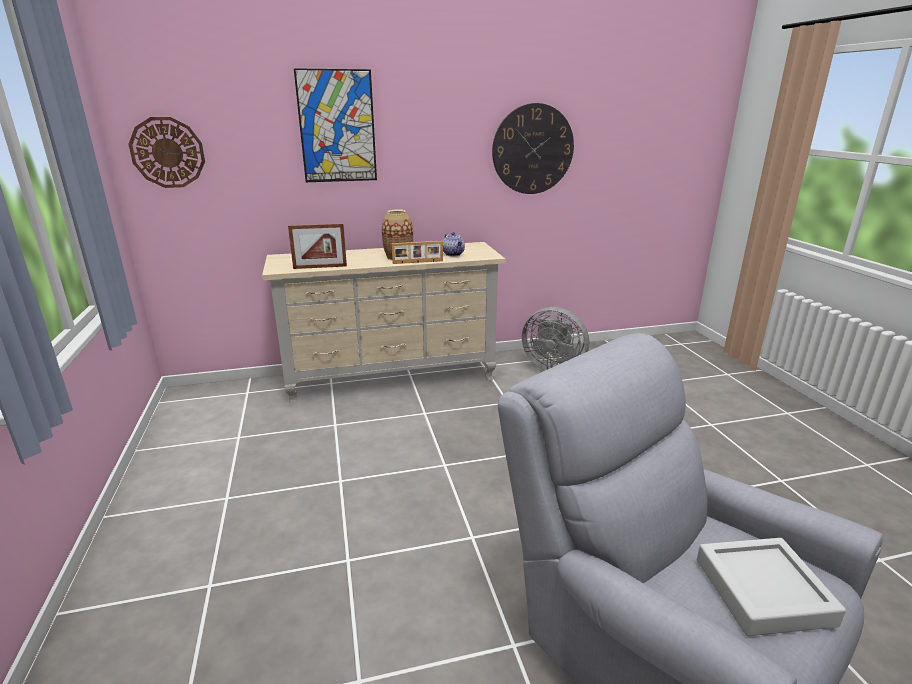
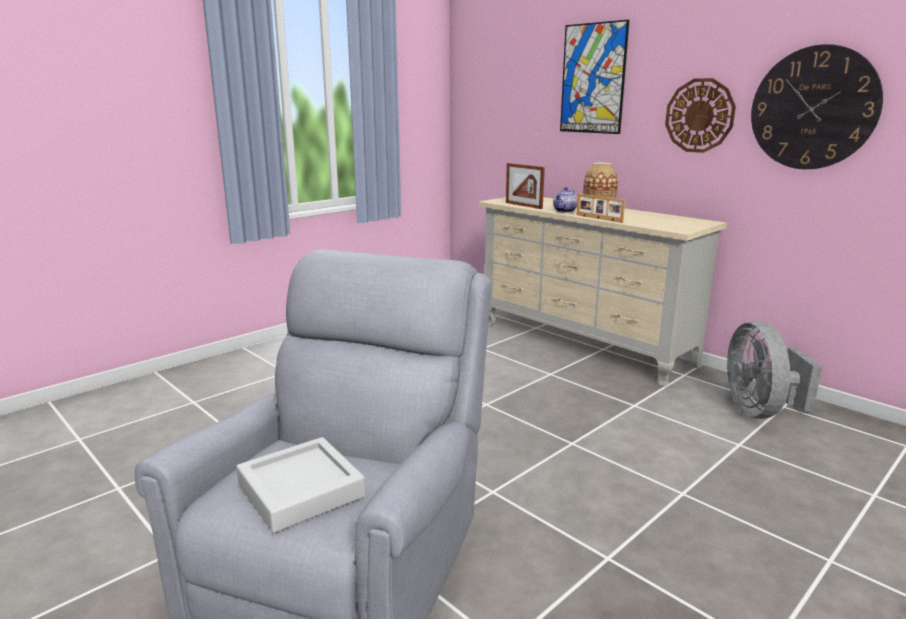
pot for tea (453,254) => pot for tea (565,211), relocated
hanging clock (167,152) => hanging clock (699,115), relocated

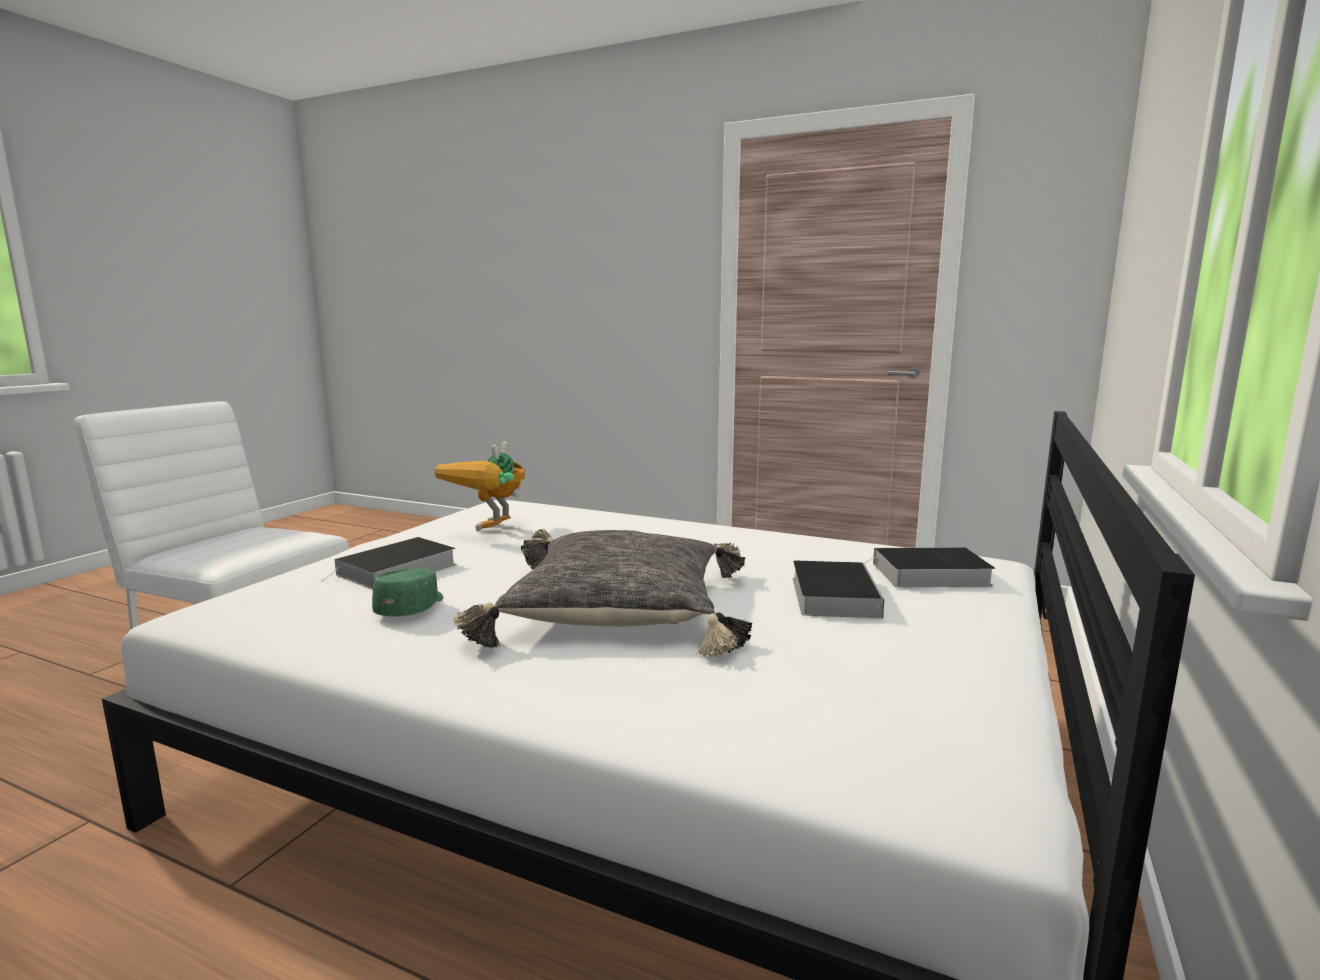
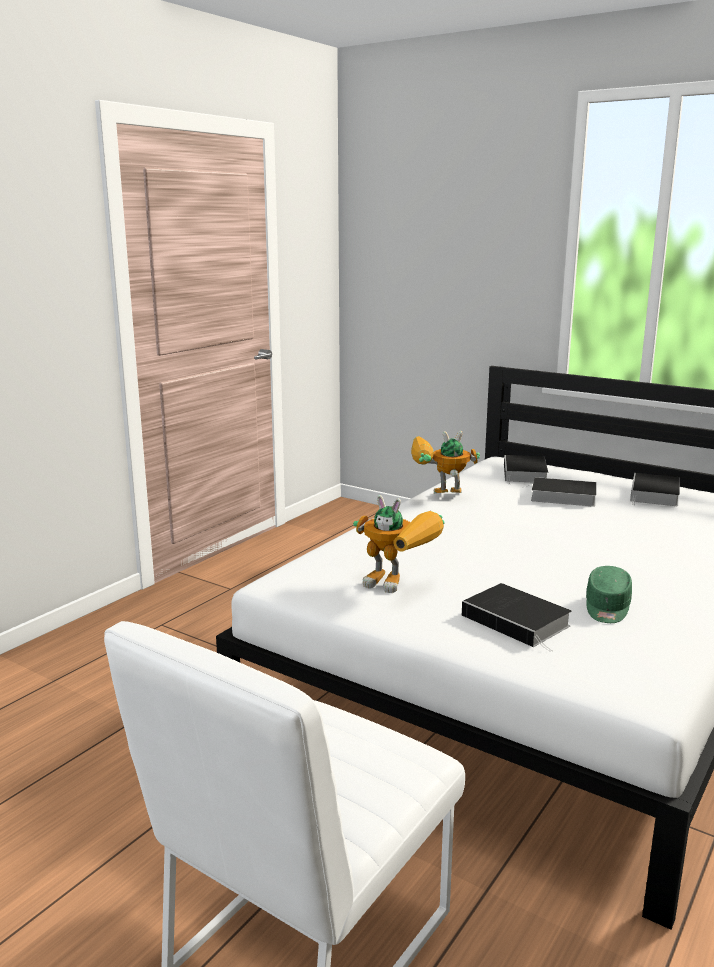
nothing => robot figure (437,497)
cap (green) (412,607) => cap (green) (607,608), 90 degrees counterclockwise
nothing => book (655,495)
pillow (617,606) => nothing

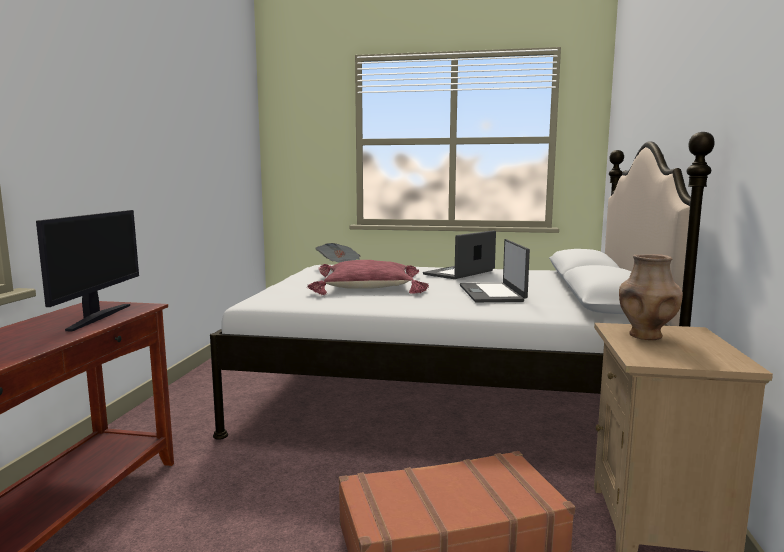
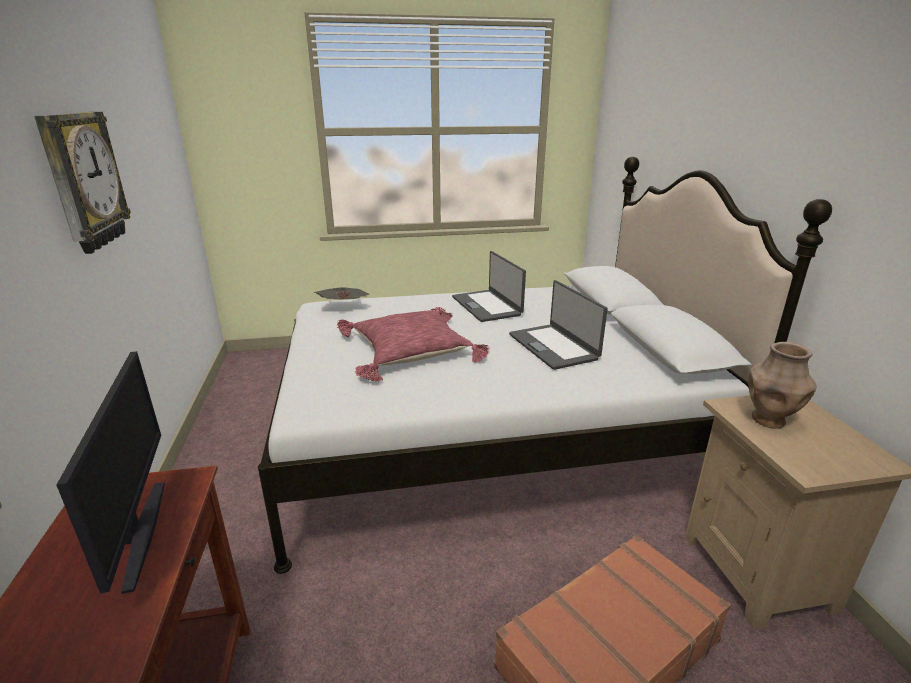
nothing => hanging clock (83,181)
laptop (460,273) => laptop (487,306), 45 degrees counterclockwise

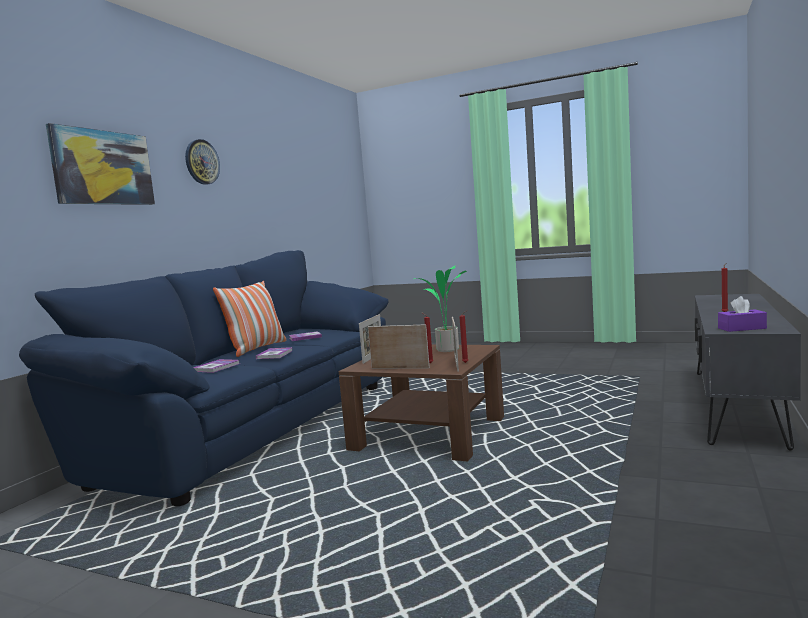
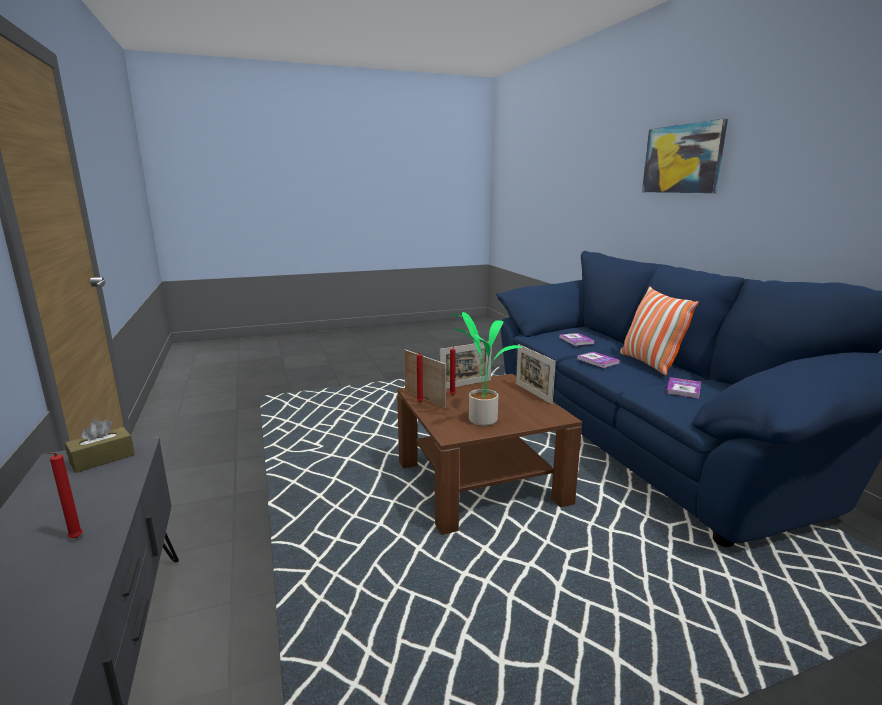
box of tissues (purplish) (742,328) => box of tissues (brown-coloured) (102,459)
hanging clock (201,162) => nothing

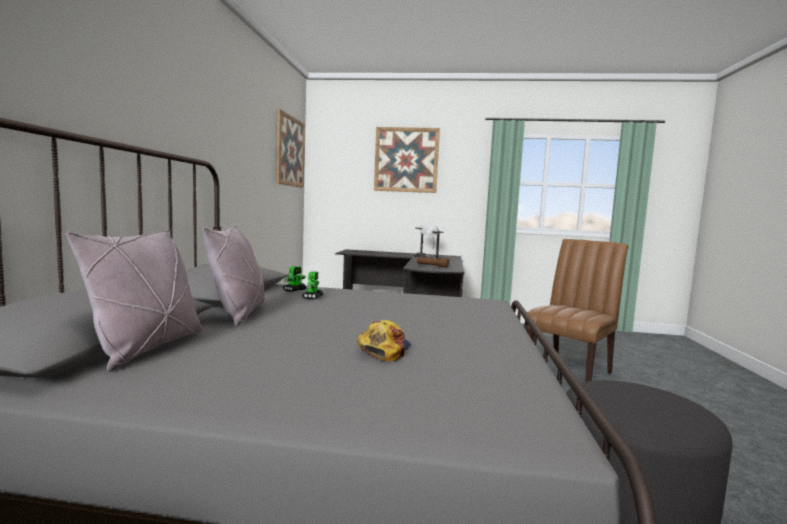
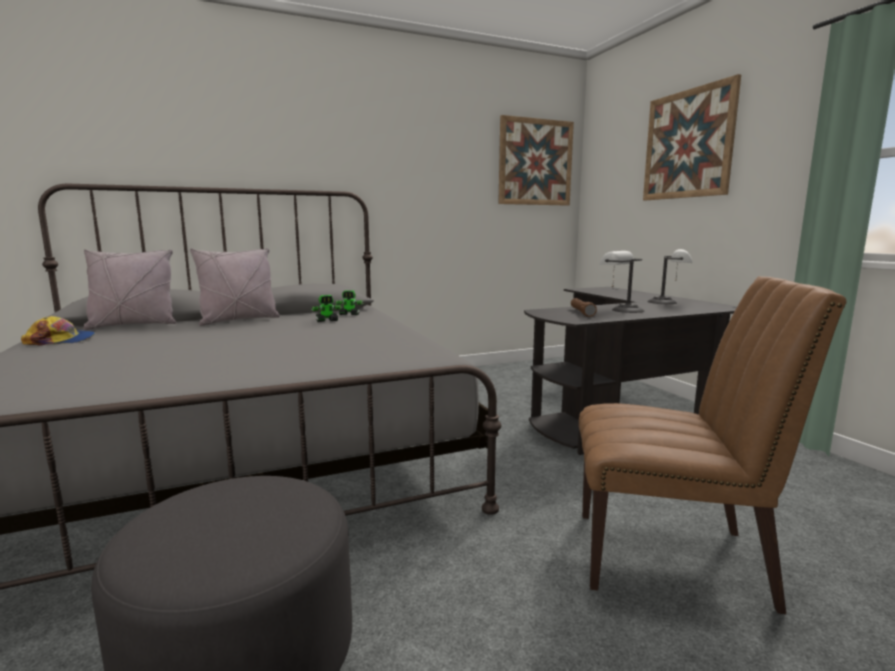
cap (383,349) => cap (61,340), relocated

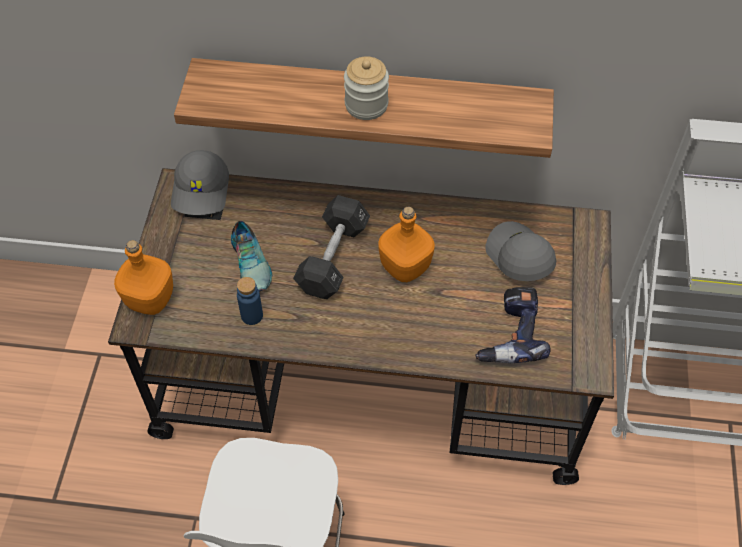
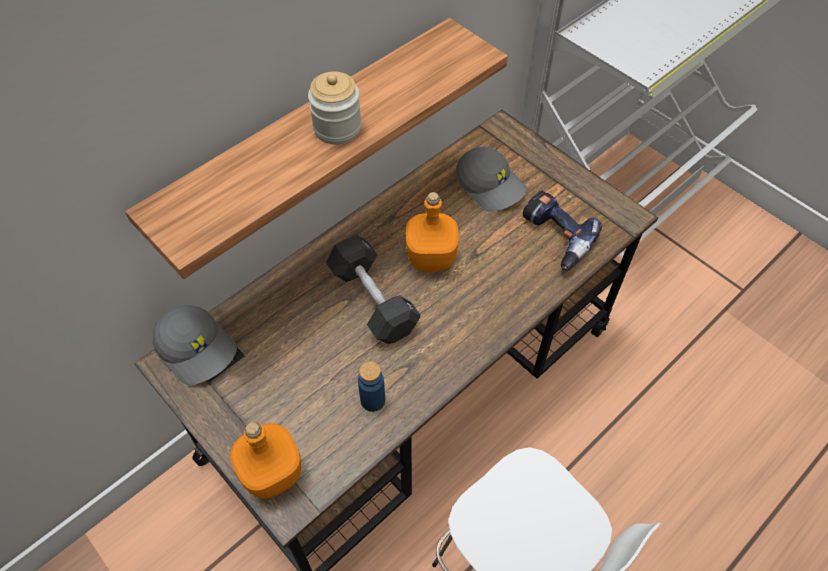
cap (grey) (518,257) => cap (grey) (491,185), 150 degrees counterclockwise
item of footwear (252,262) => nothing

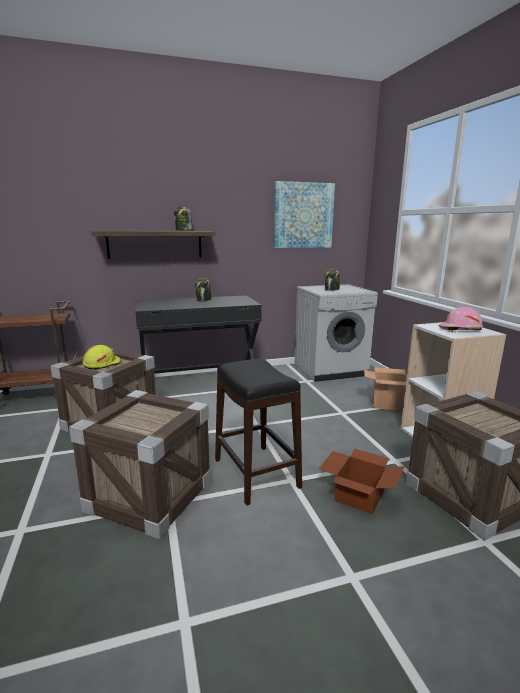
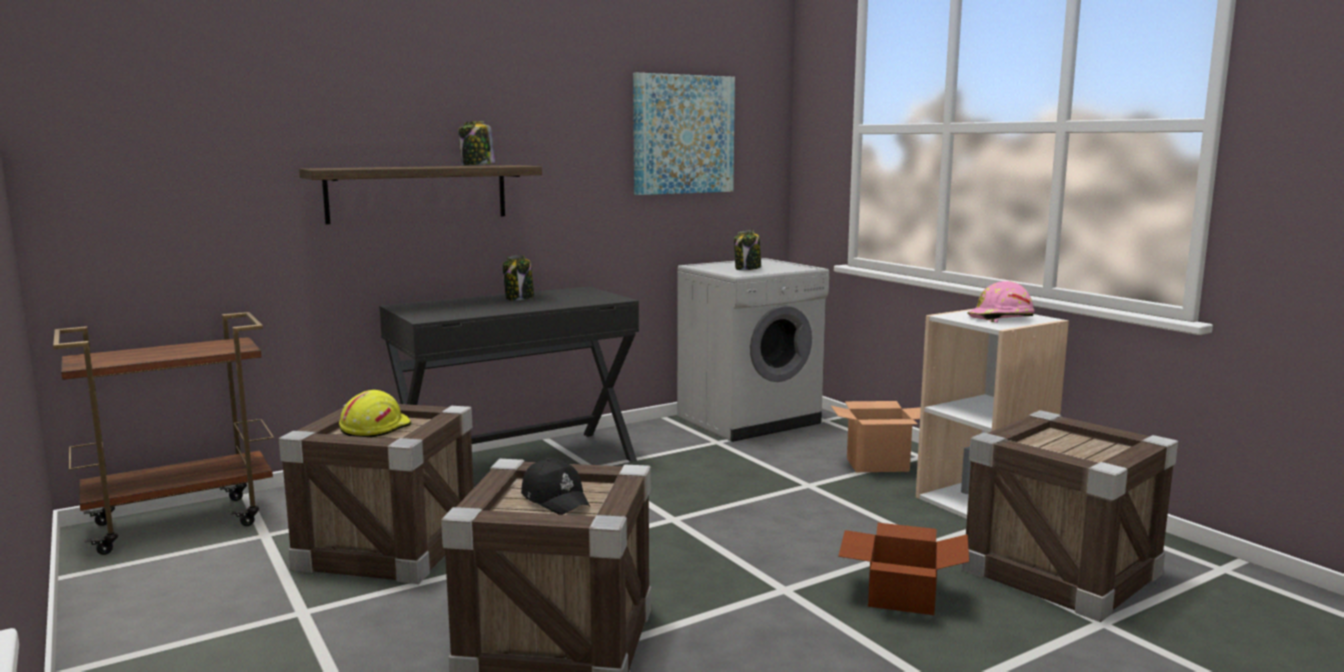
nothing => cap (black) (556,499)
stool seat (black) (256,472) => nothing

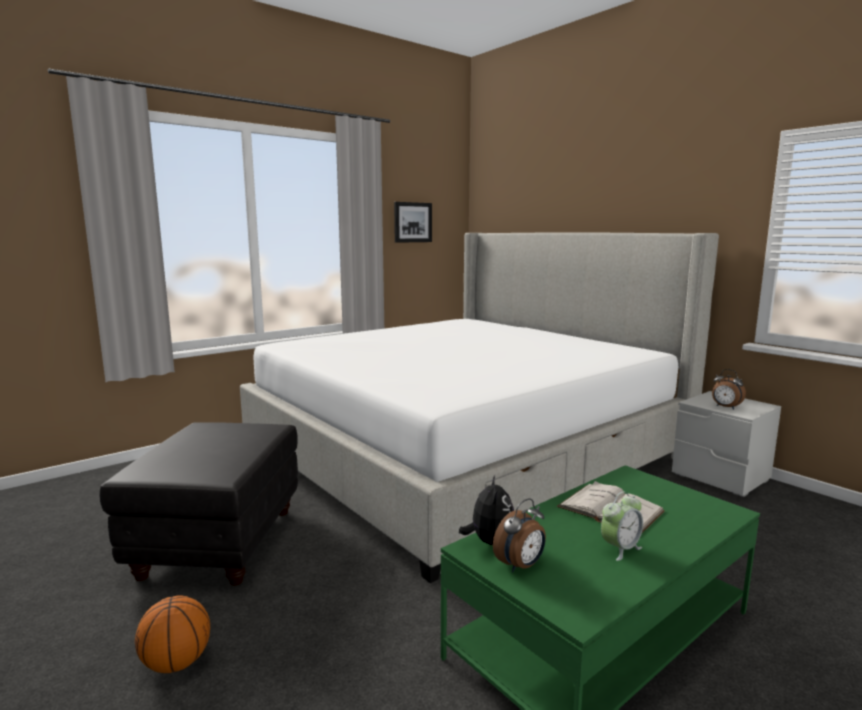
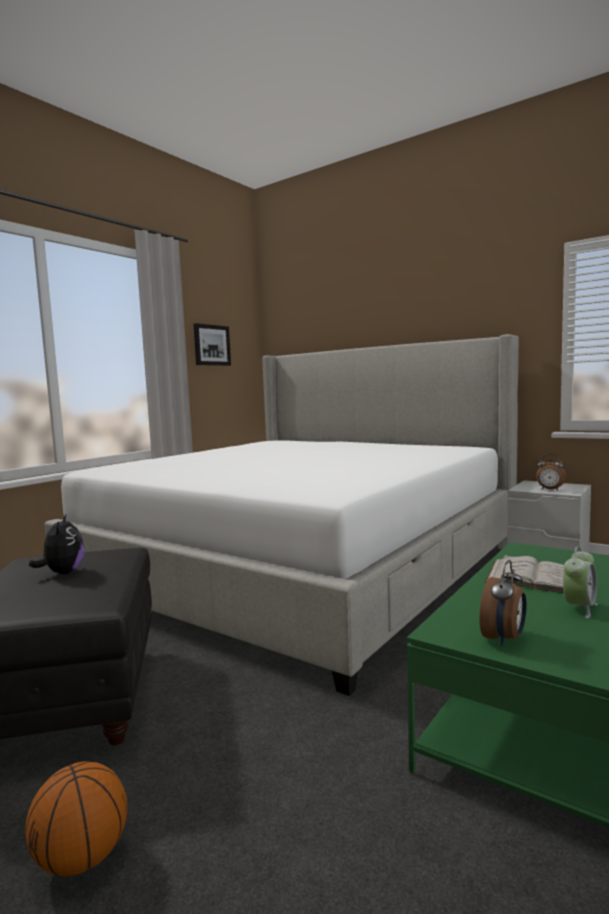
plush toy (489,541) => plush toy (63,573), relocated

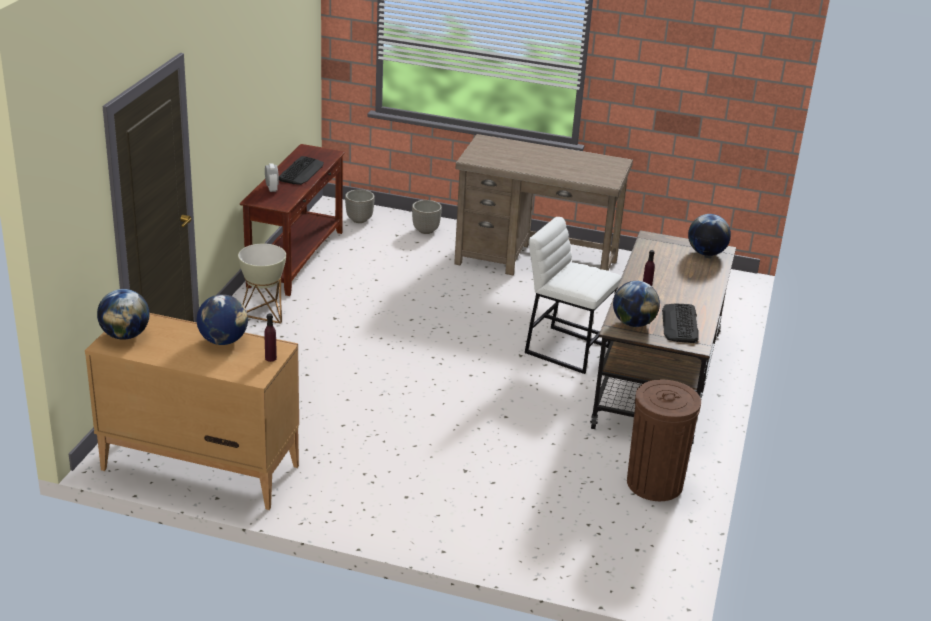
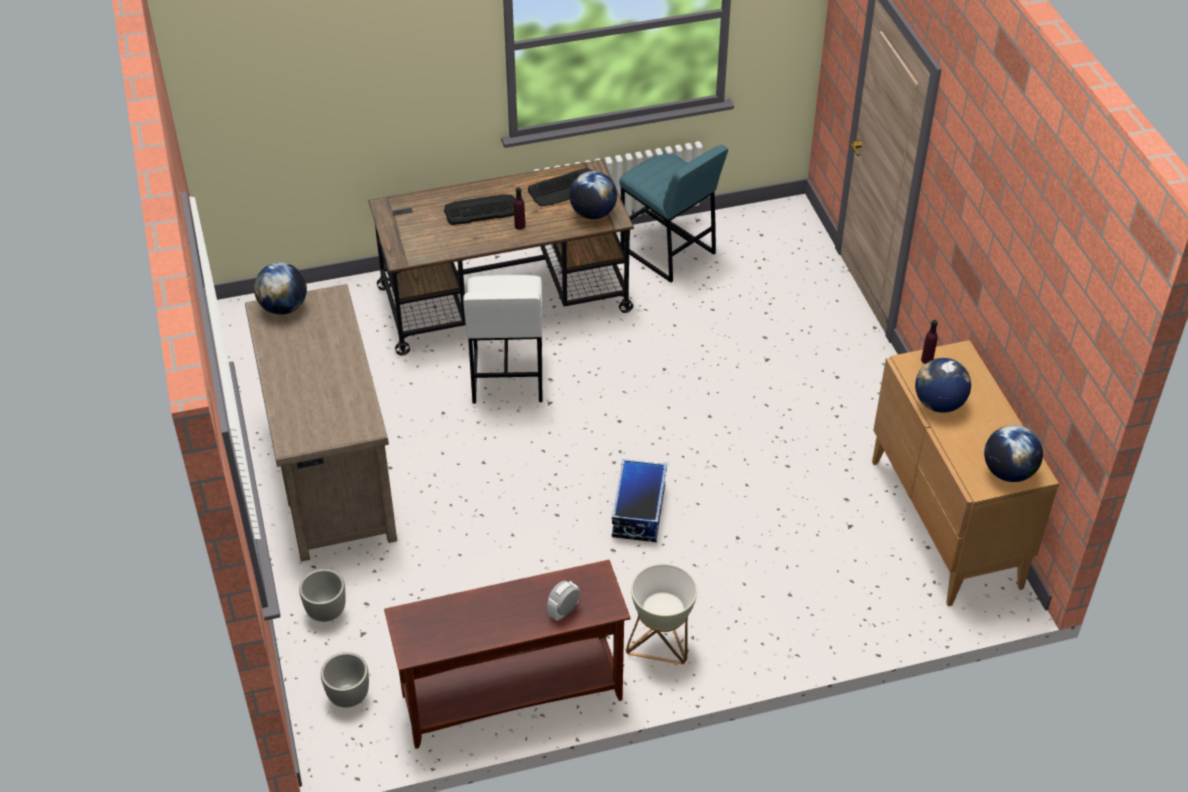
desk globe (706,253) => desk globe (284,307), relocated
computer keyboard (301,171) => computer keyboard (481,210), relocated
nothing => storage container (638,511)
rubbish bin (brown-coloured) (654,483) => stool seat (blue) (669,252)

